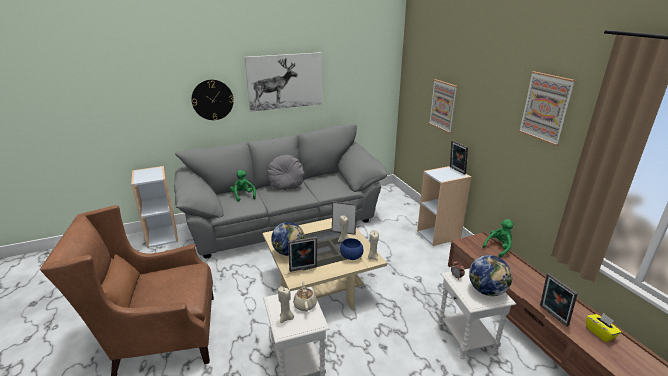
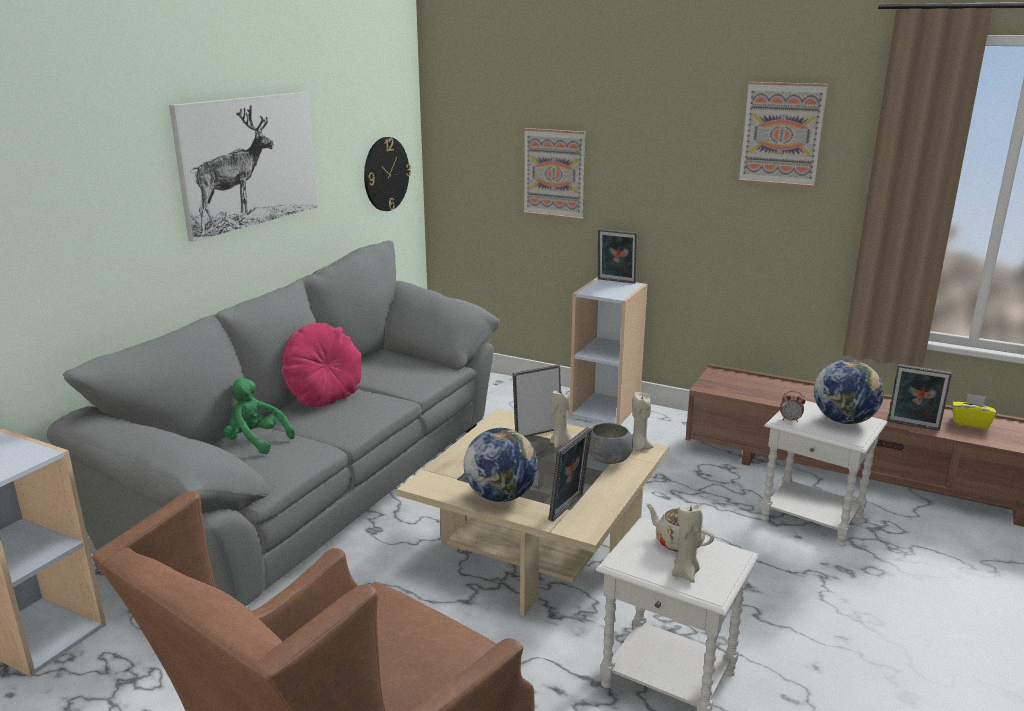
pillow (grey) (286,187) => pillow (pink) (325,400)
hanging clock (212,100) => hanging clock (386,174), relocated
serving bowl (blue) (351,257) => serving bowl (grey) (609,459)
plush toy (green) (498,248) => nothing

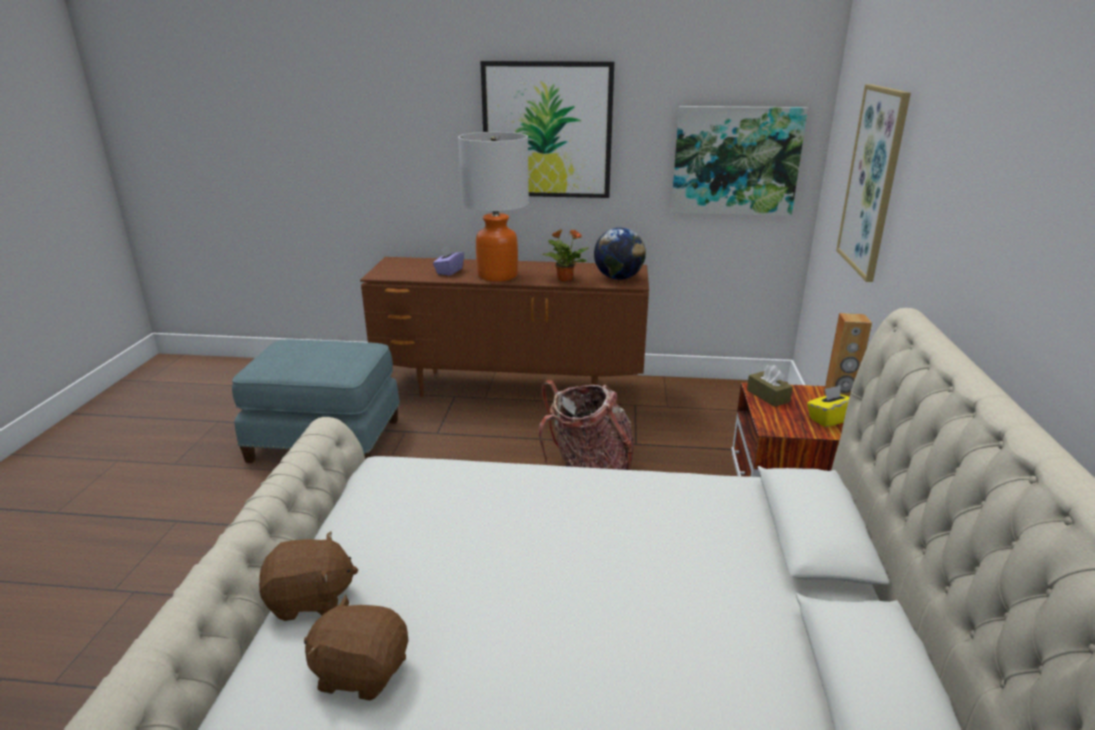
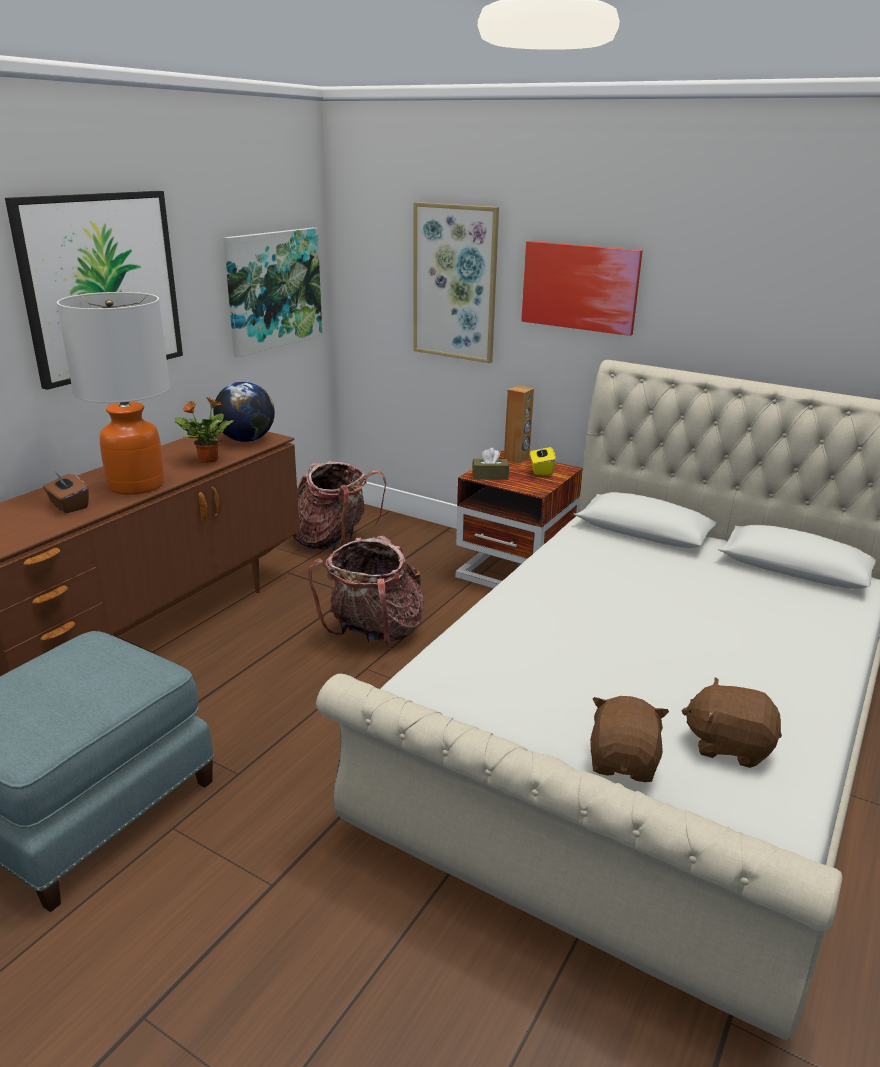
box of tissues (purplish) (449,271) => box of tissues (brown-coloured) (68,506)
nothing => rucksack (333,540)
nothing => wall picture (580,287)
plush toy (brown-coloured) (361,671) => plush toy (brown-coloured) (728,745), 75 degrees clockwise

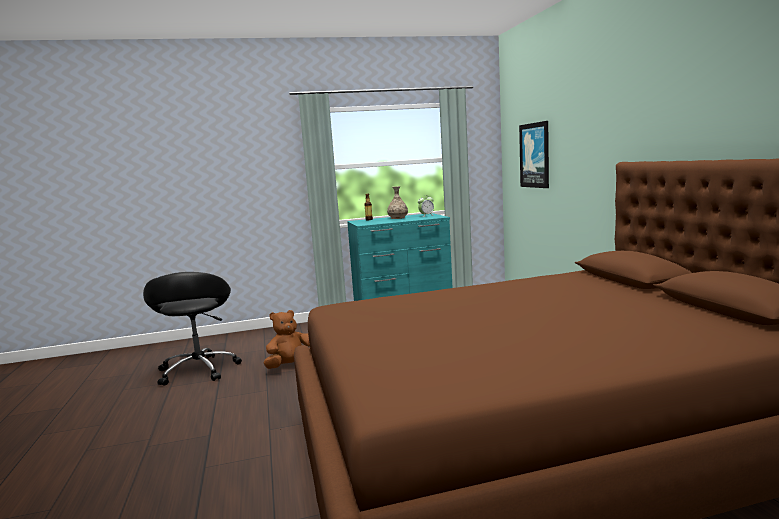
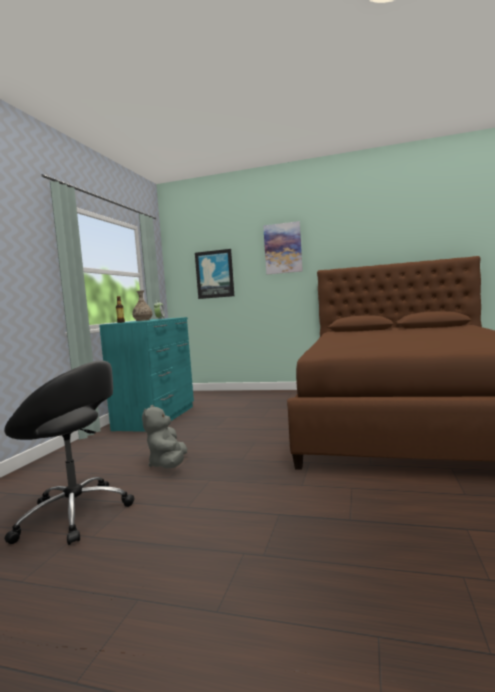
plush toy (brown-coloured) (291,366) => plush toy (grey) (168,465)
nothing => wall picture (283,248)

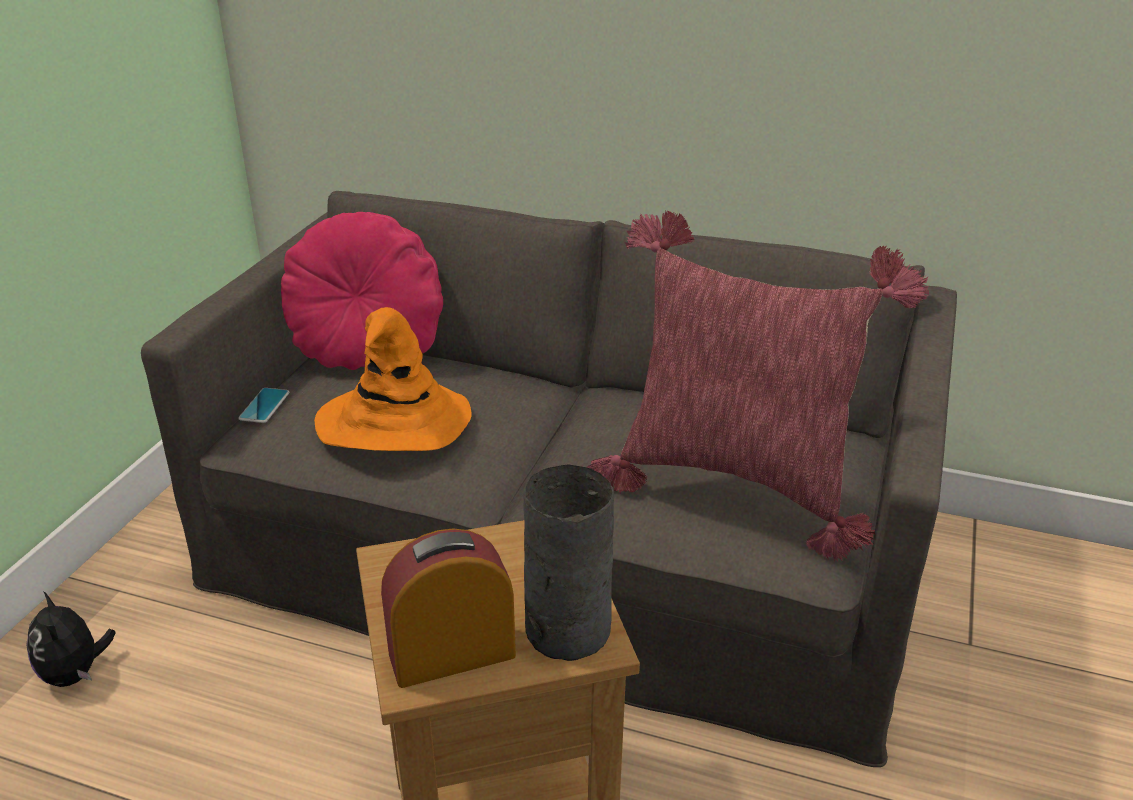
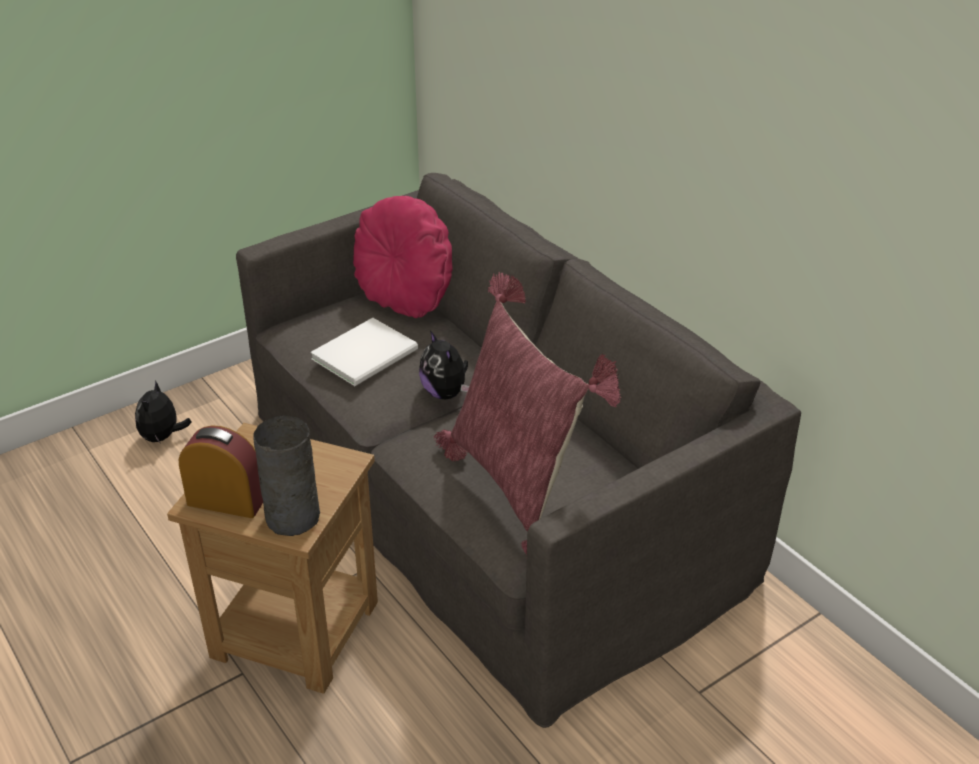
wearable hat (orange) (393,423) => book (white) (368,354)
nothing => plush toy (446,393)
telephone (264,406) => nothing

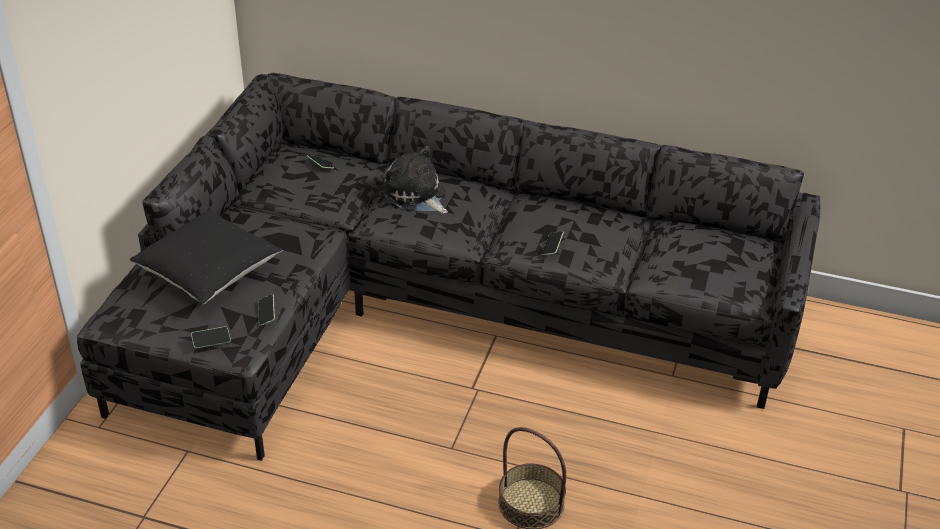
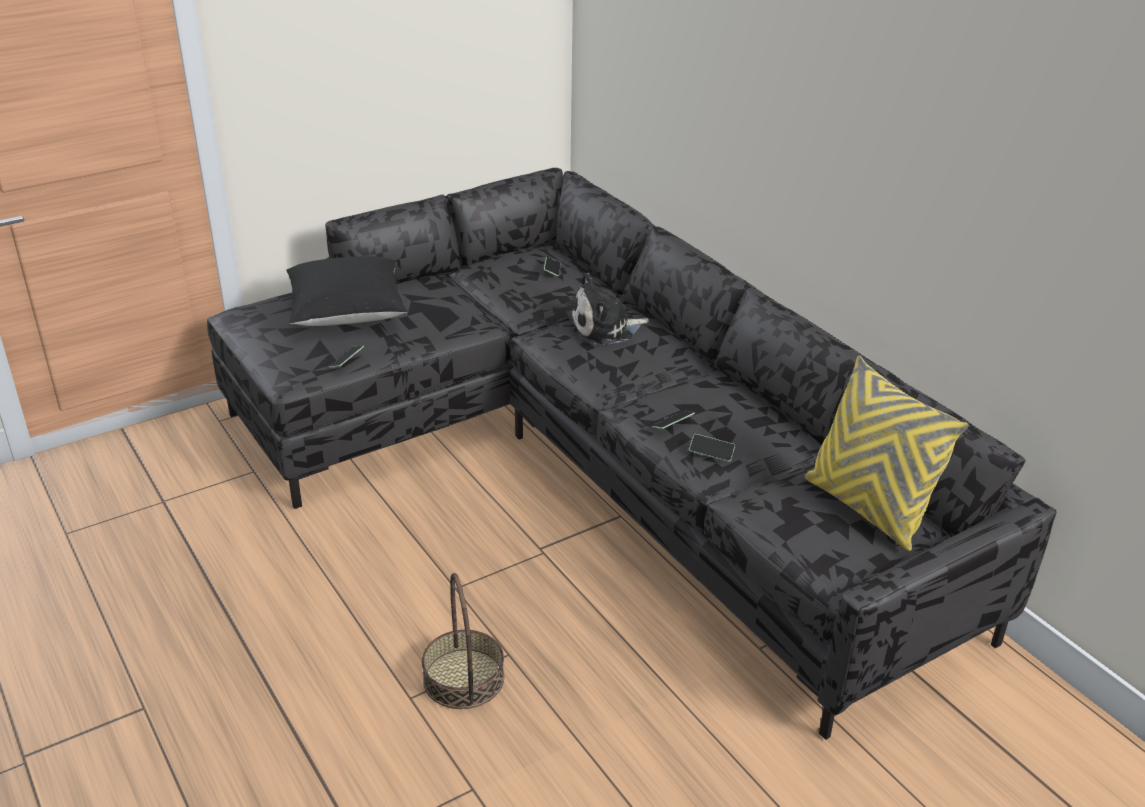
plush toy (416,196) => plush toy (605,329), 105 degrees counterclockwise
telephone (211,341) => telephone (711,453), relocated
nothing => pillow (yellowish) (868,508)

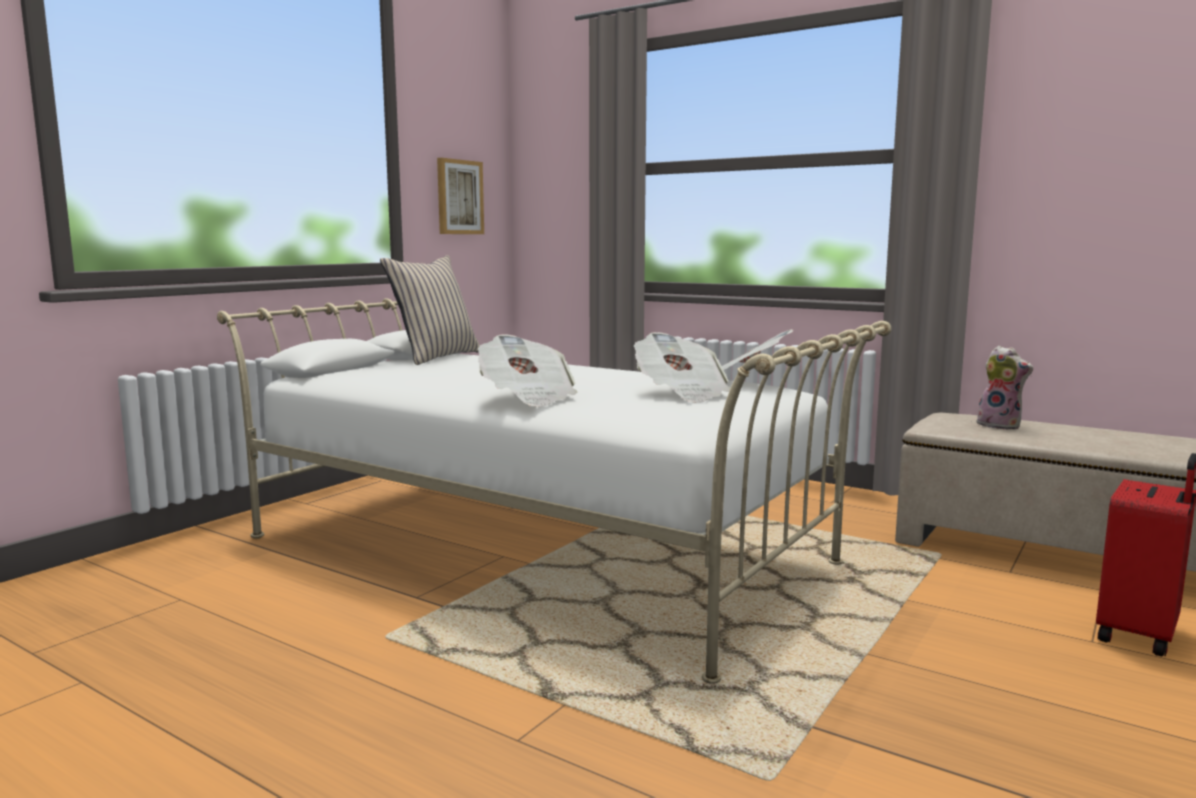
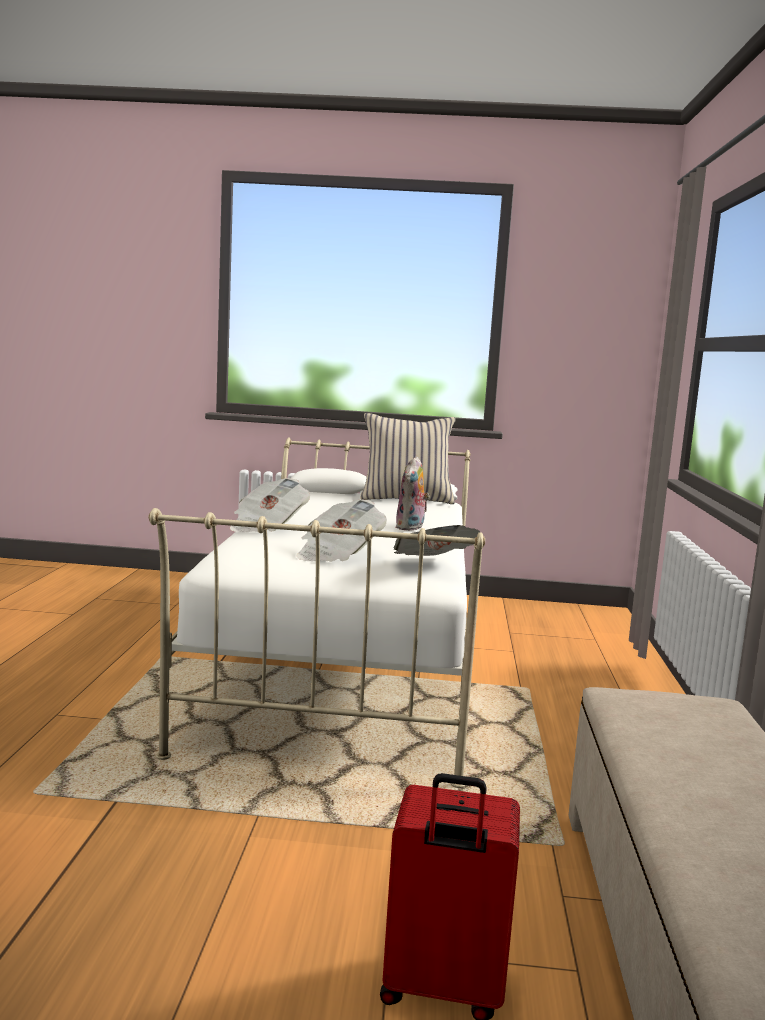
plush toy (1001,425) => plush toy (411,528), relocated
wall picture (459,197) => nothing

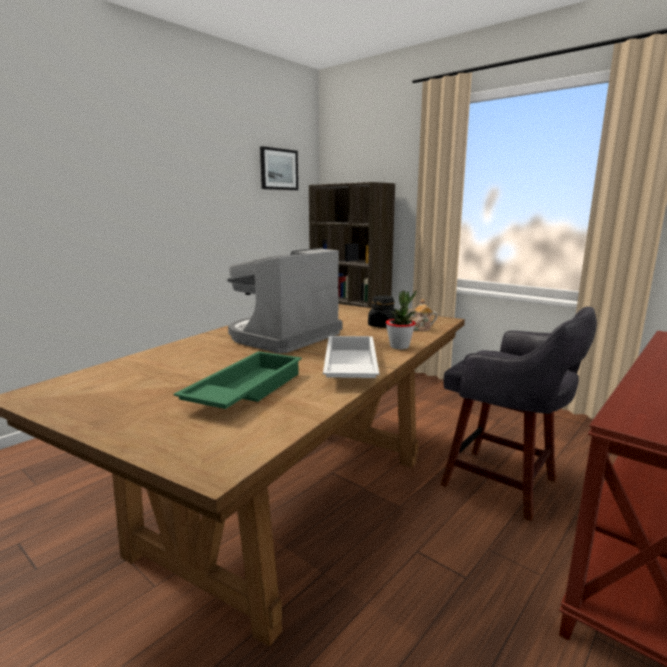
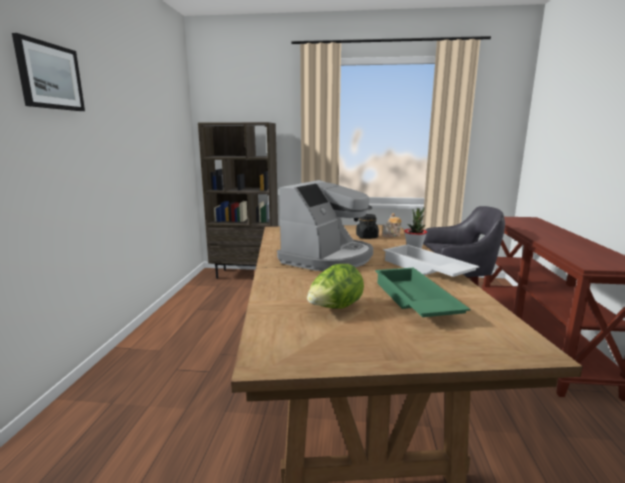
wall picture (278,169) => wall picture (50,76), relocated
coffee maker (283,337) => coffee maker (327,258), 150 degrees counterclockwise
nothing => lettuce (335,309)

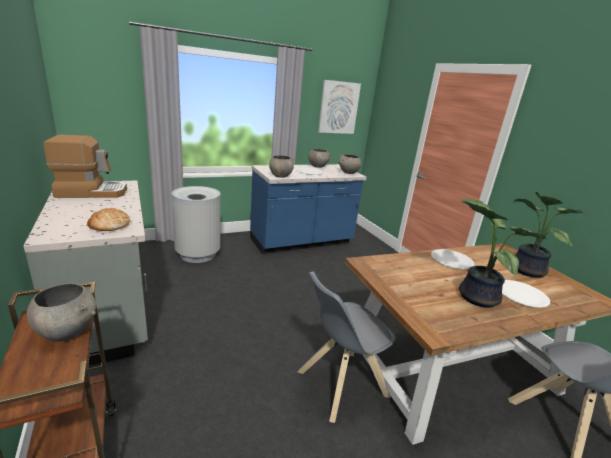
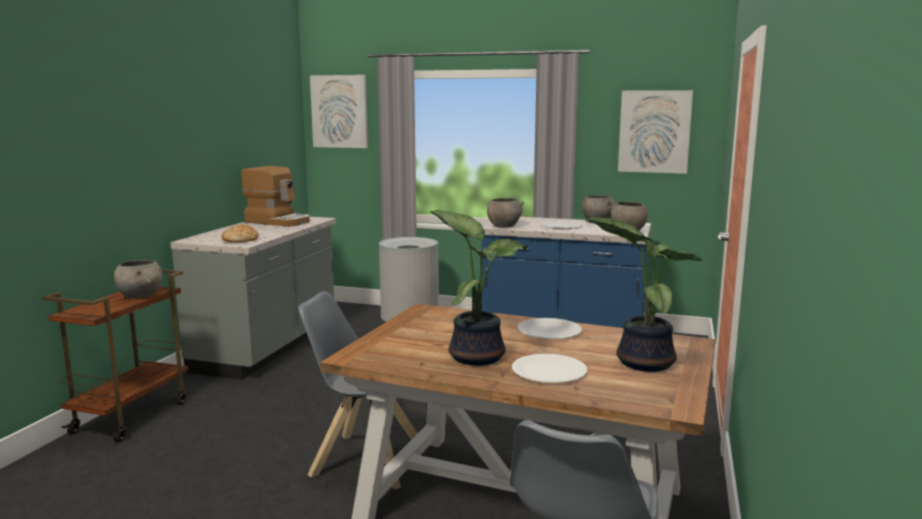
nothing => wall picture (339,111)

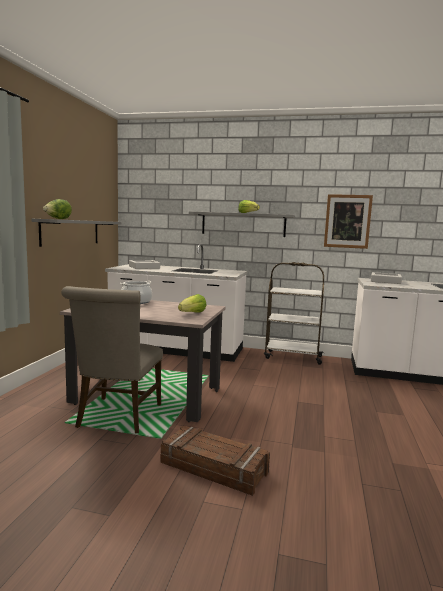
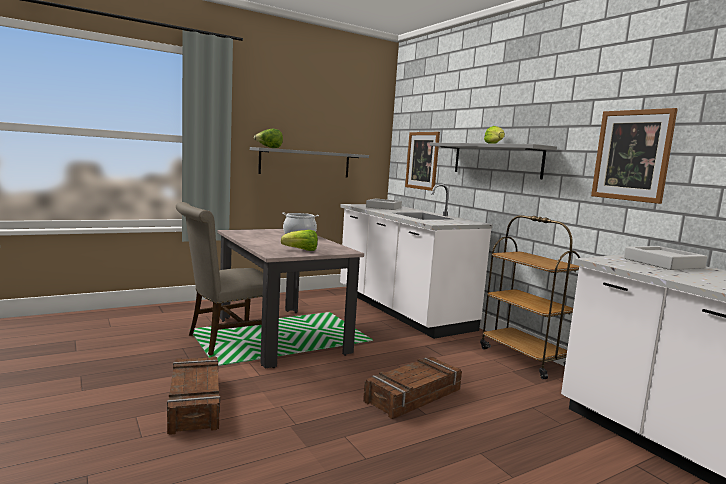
nothing => packing crate (414,396)
nothing => wall picture (422,160)
cart (white) (292,357) => cart (brown-coloured) (523,359)

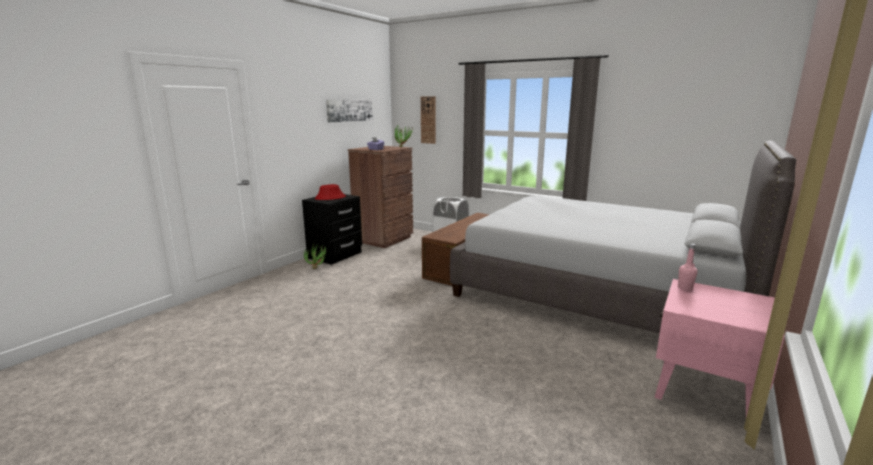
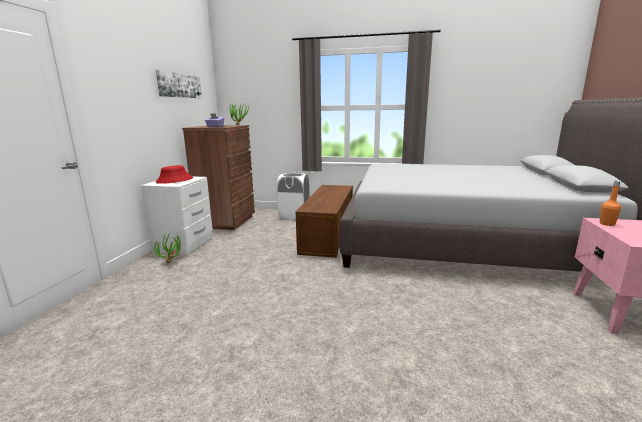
night table (black) (335,255) => night table (white) (184,244)
bottle (pink) (685,288) => bottle (orange) (607,224)
hanging clock (428,120) => nothing

